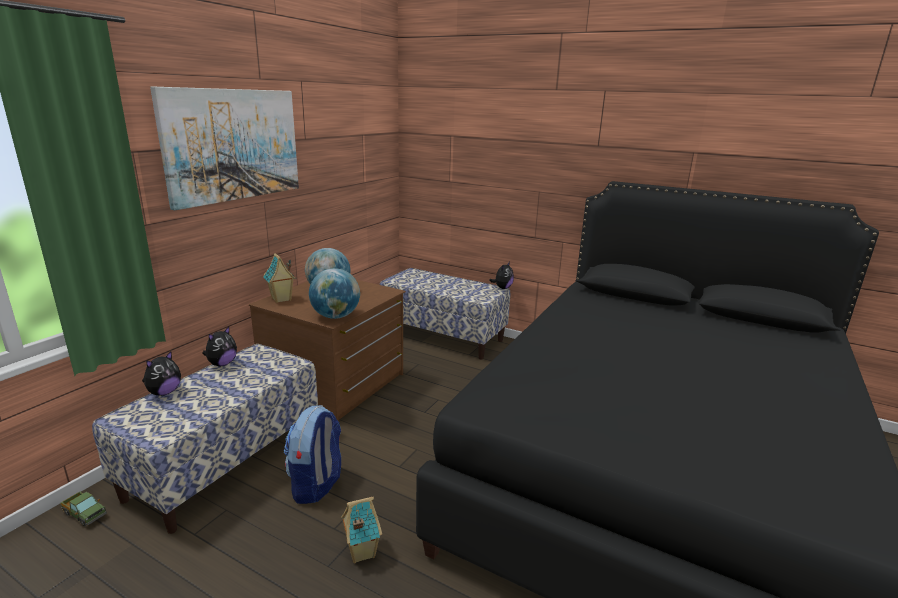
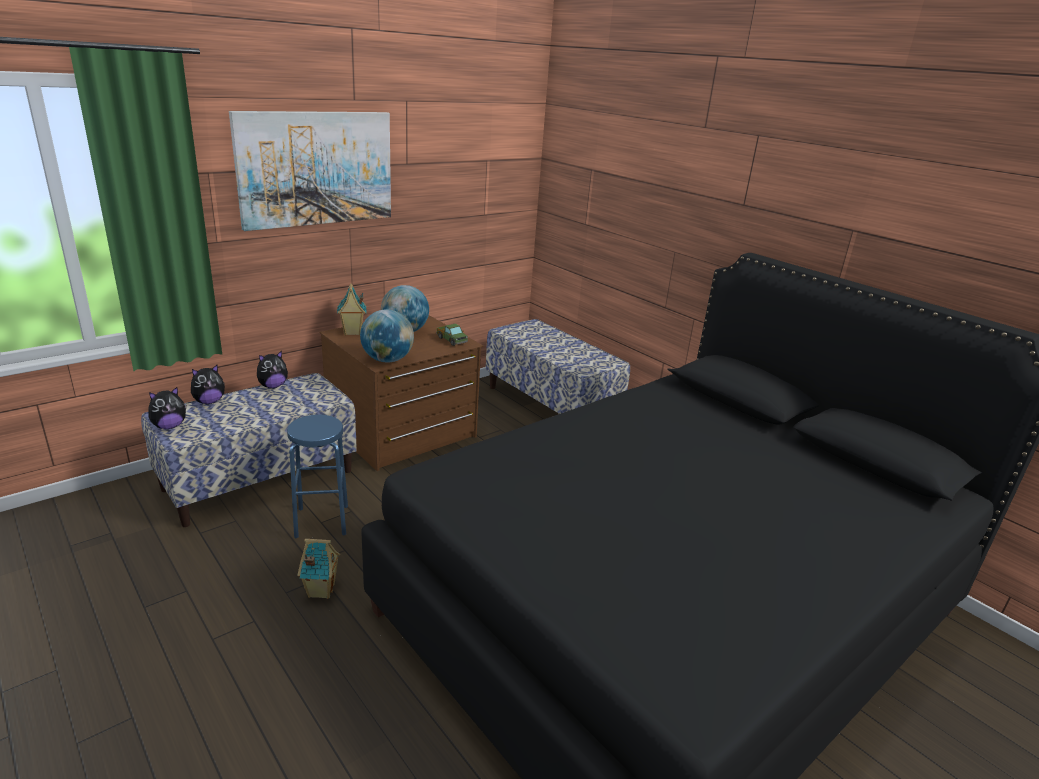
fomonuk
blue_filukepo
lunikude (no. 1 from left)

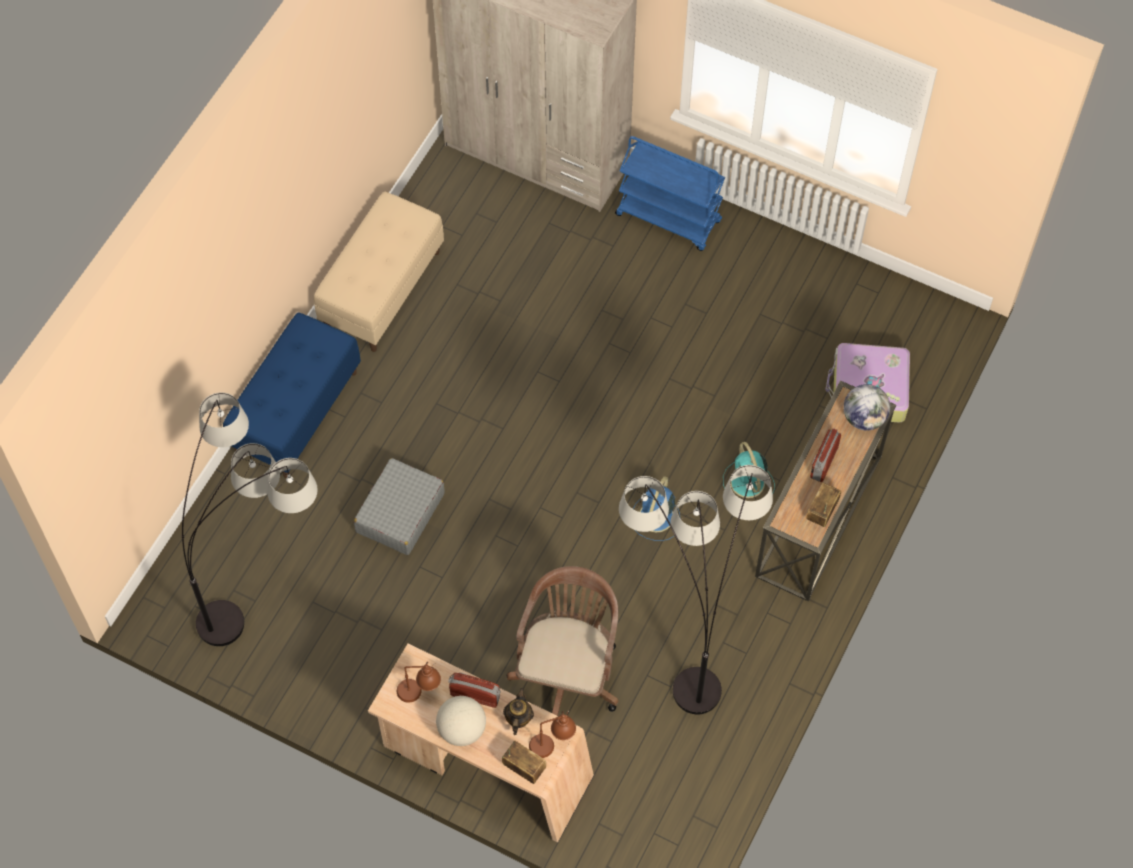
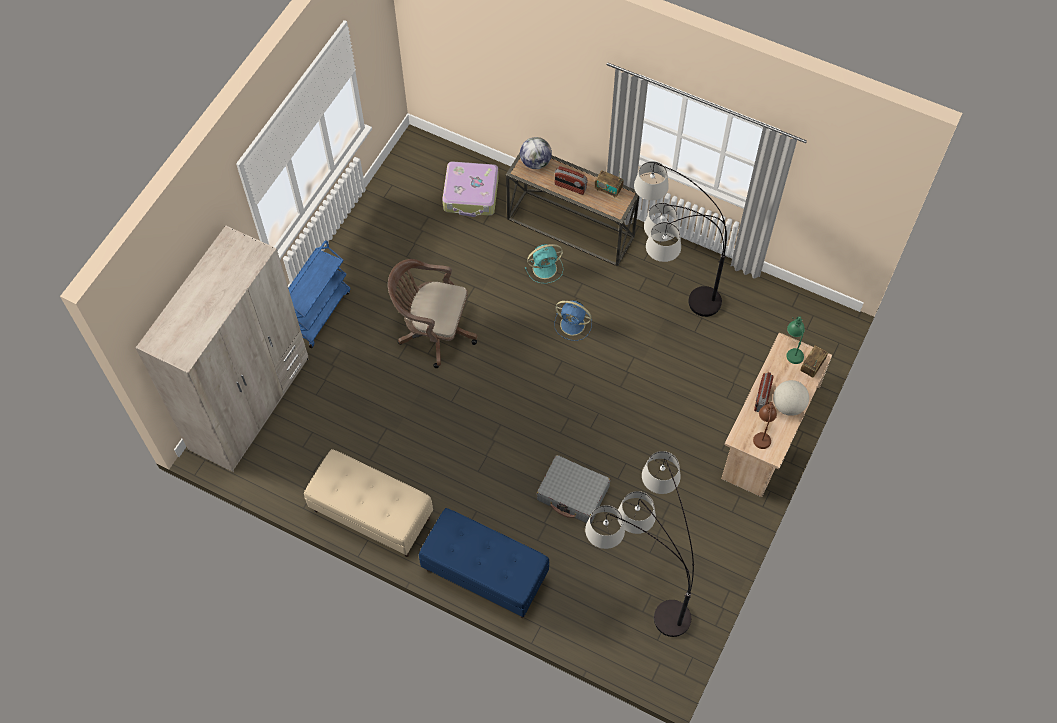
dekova
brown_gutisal
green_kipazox

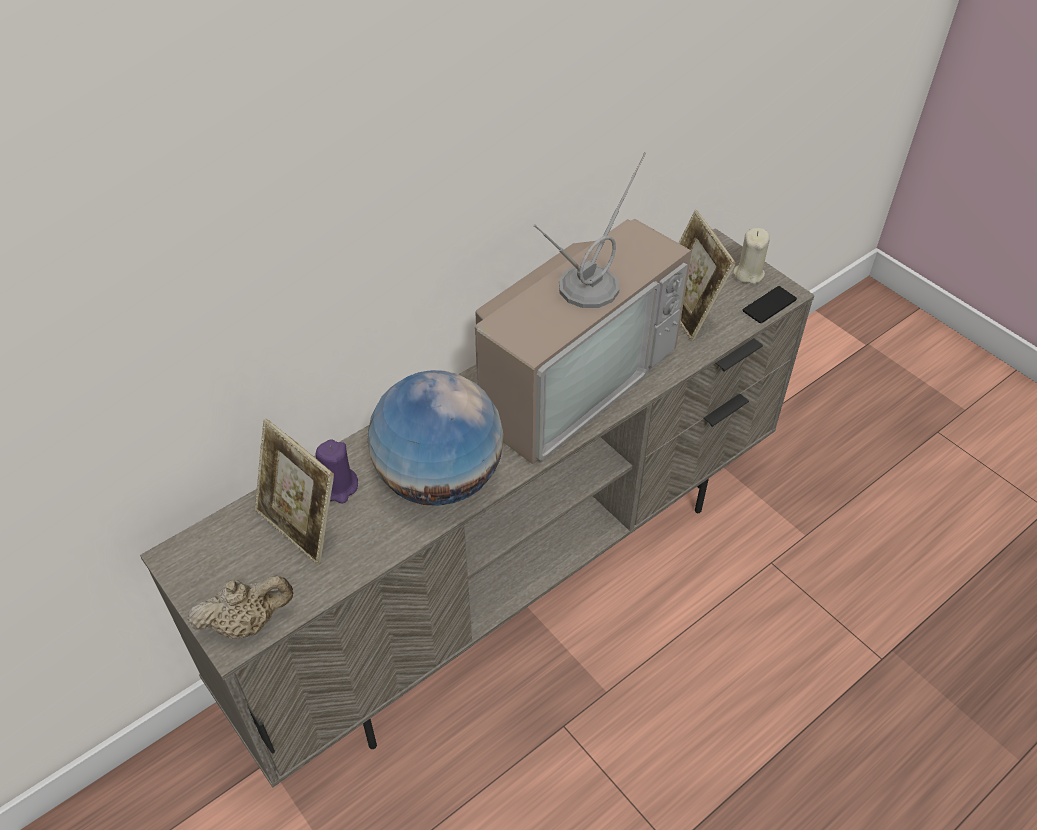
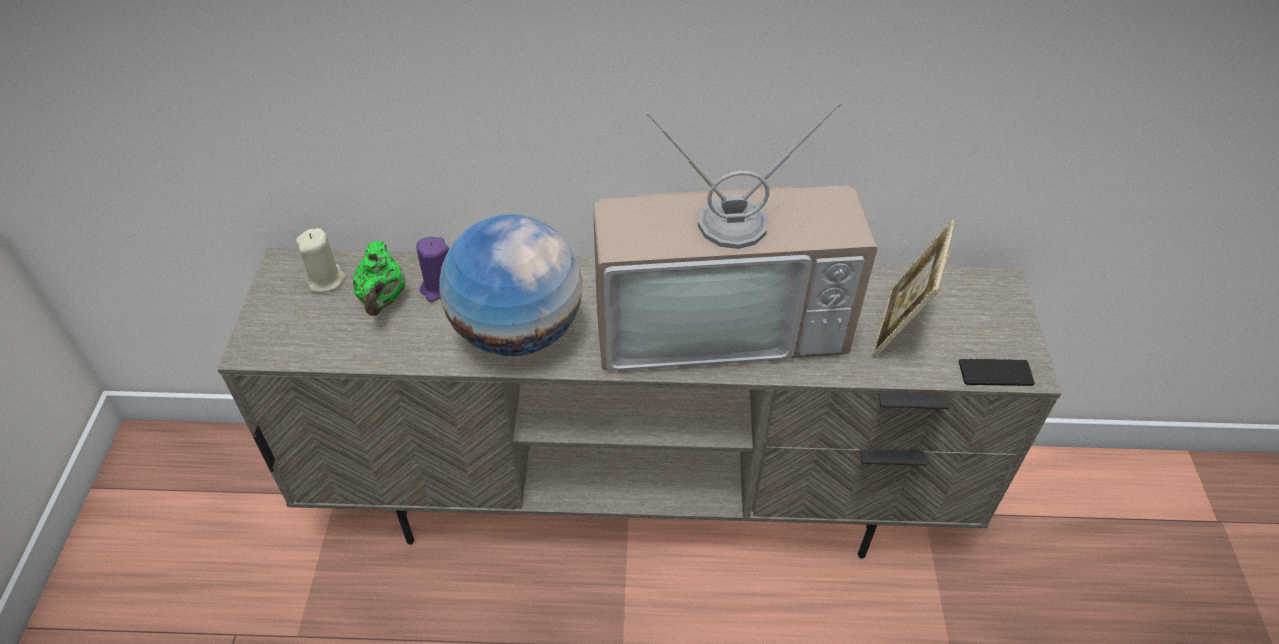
beige_dekova
green_dekova
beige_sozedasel

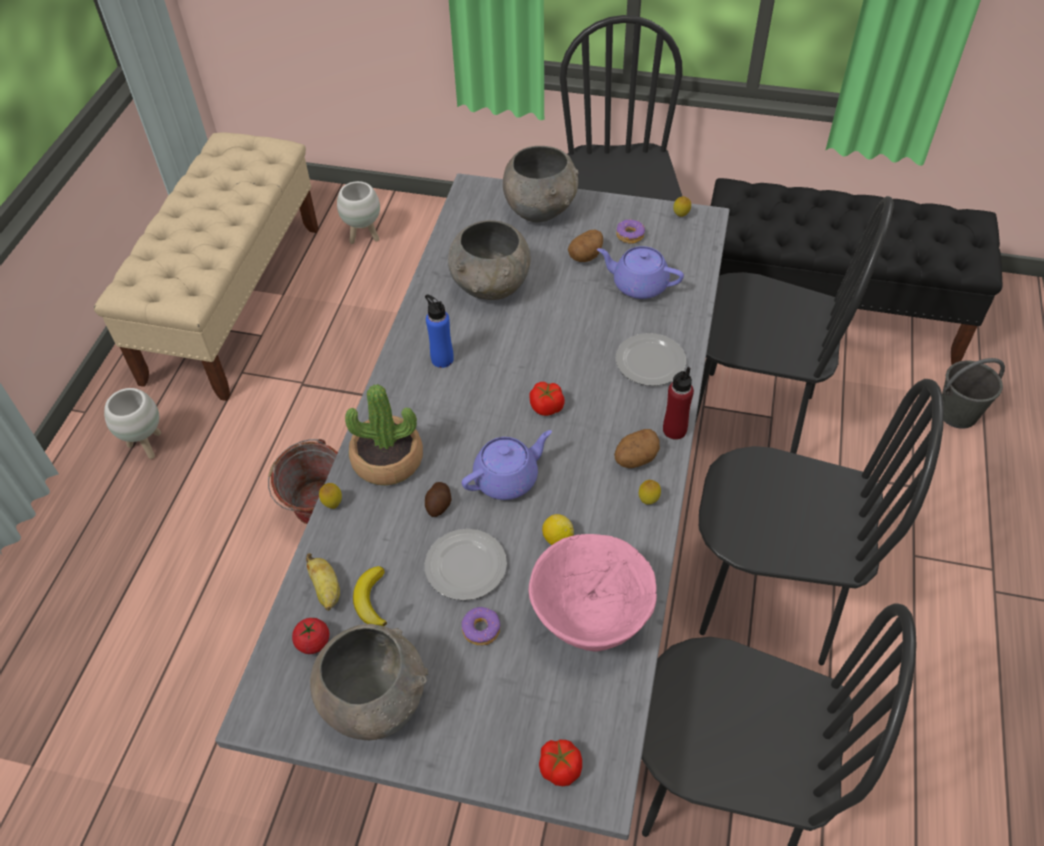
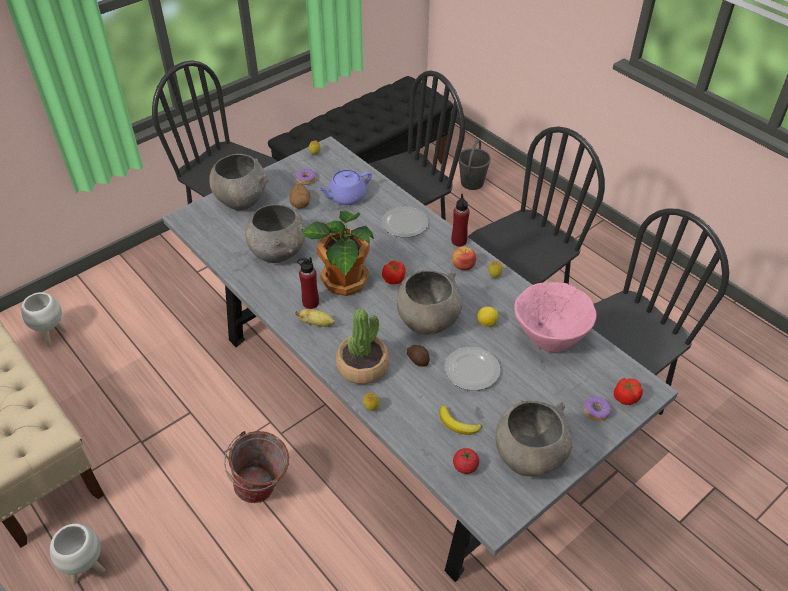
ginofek (no. 1 from left)
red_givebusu (no. 1 from left)
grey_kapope (no. 3 from left)
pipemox (no. 2 from left)
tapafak
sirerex (no. 1 from left)

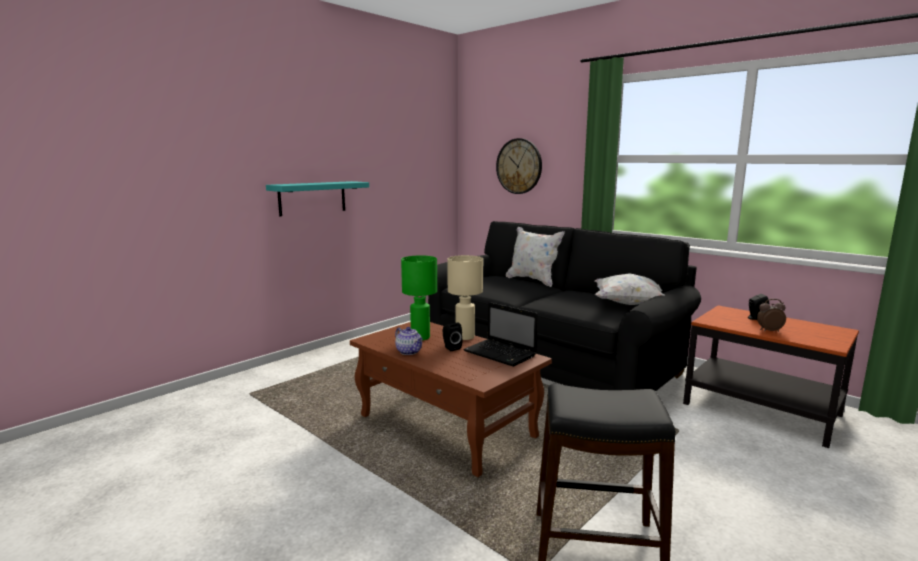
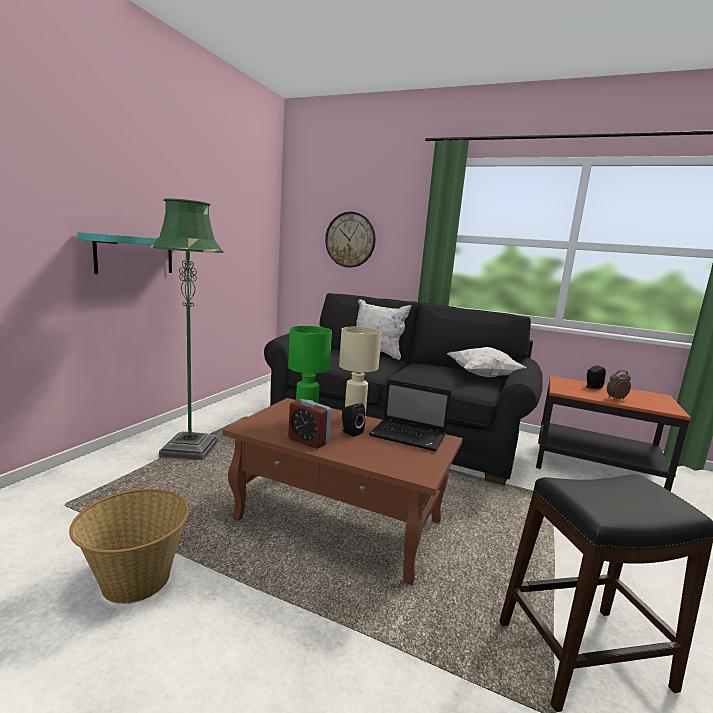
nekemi (no. 1 from left)
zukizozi
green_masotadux

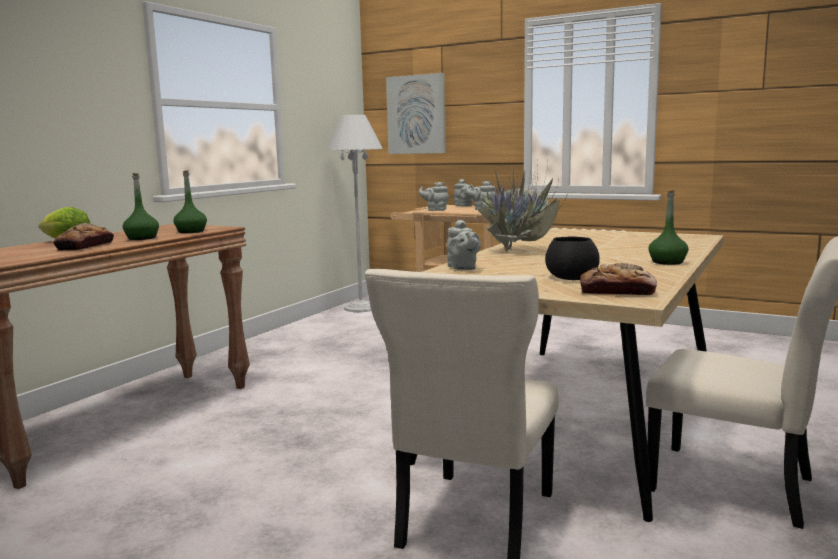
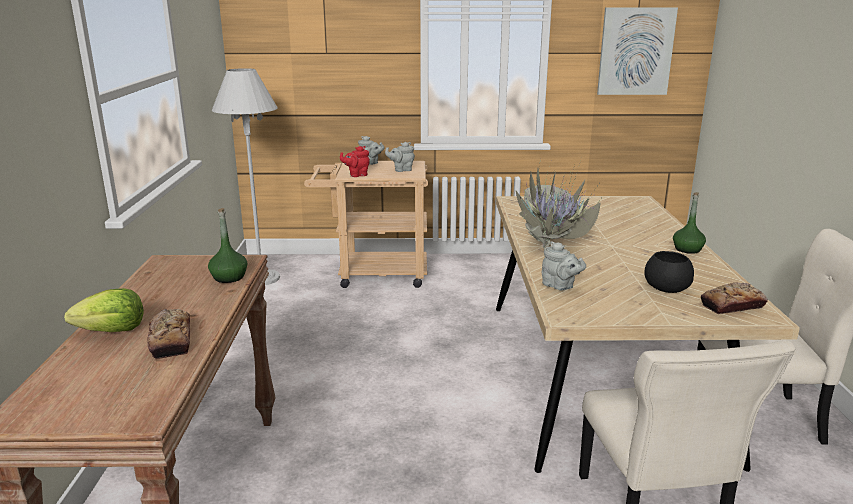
green_givebusu (no. 1 from left in the first image)
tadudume
red_dekova

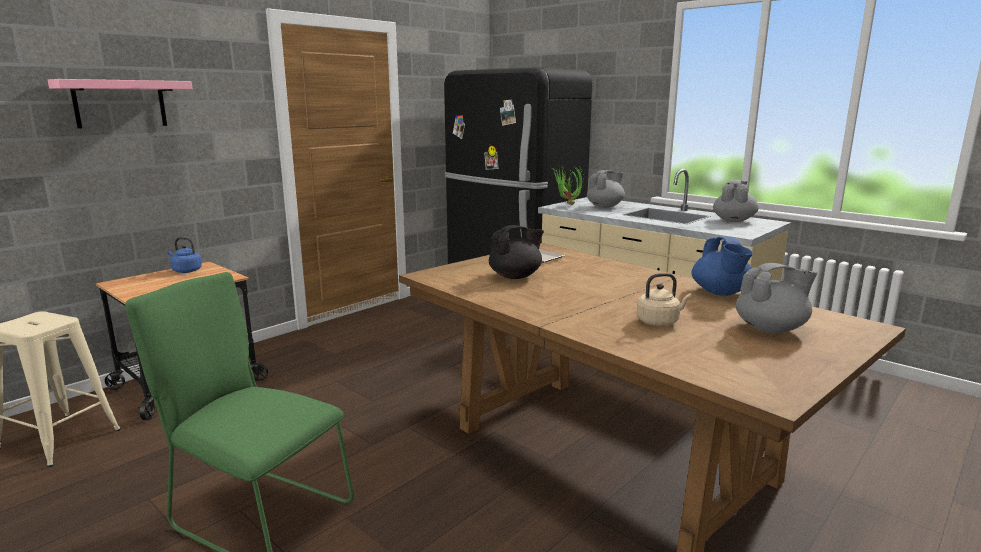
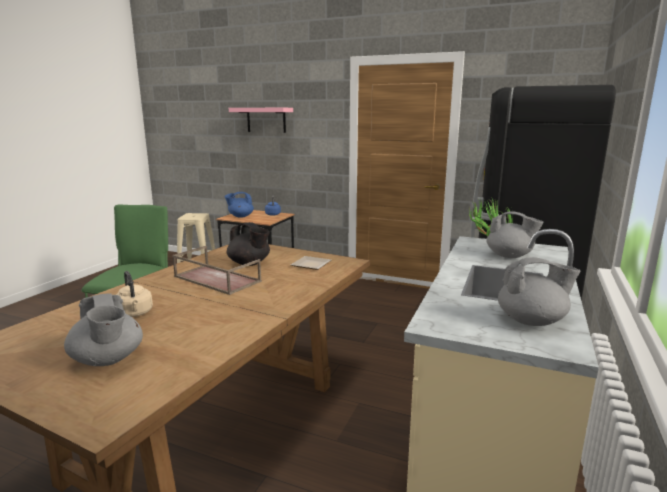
blue_dekova
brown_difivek

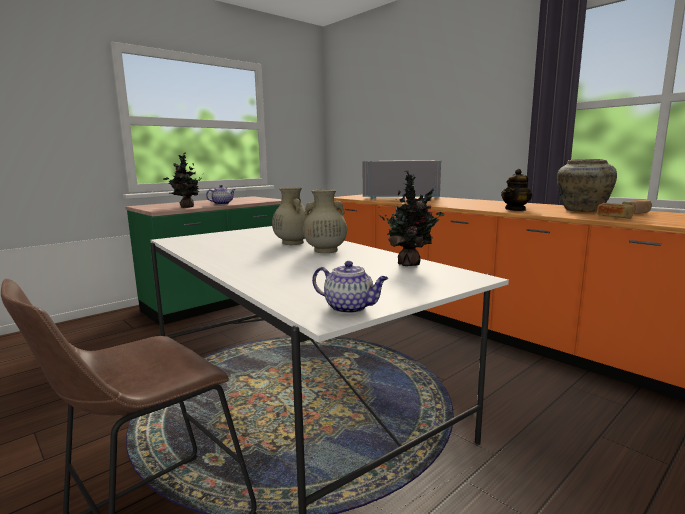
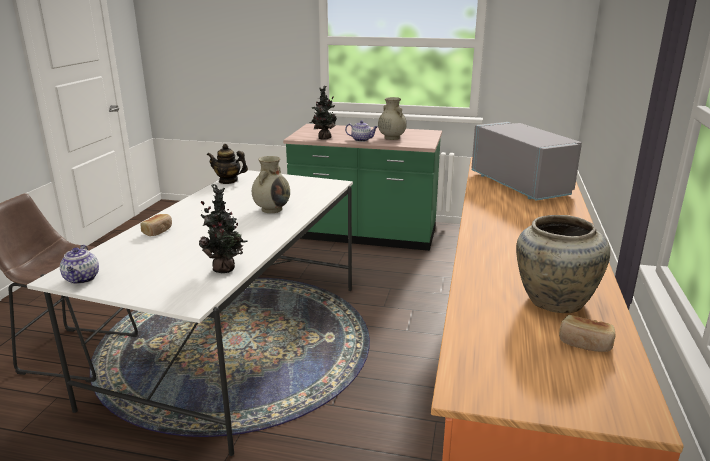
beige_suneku (no. 2 from left)
dekova (no. 2 from left)
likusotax (no. 1 from left)

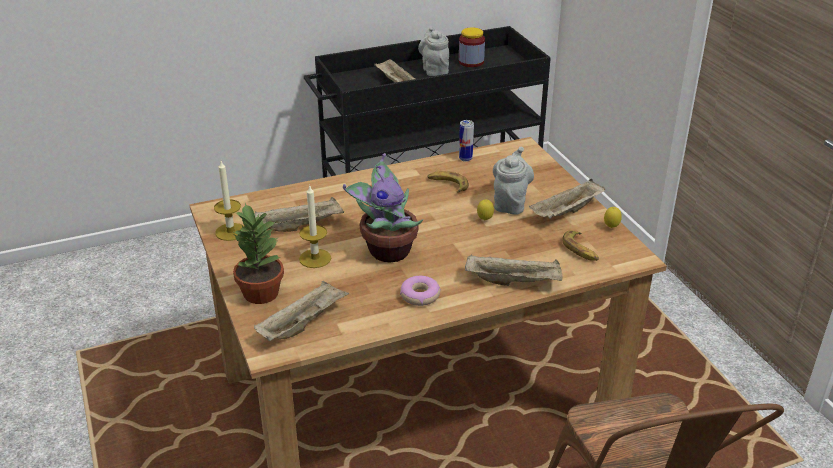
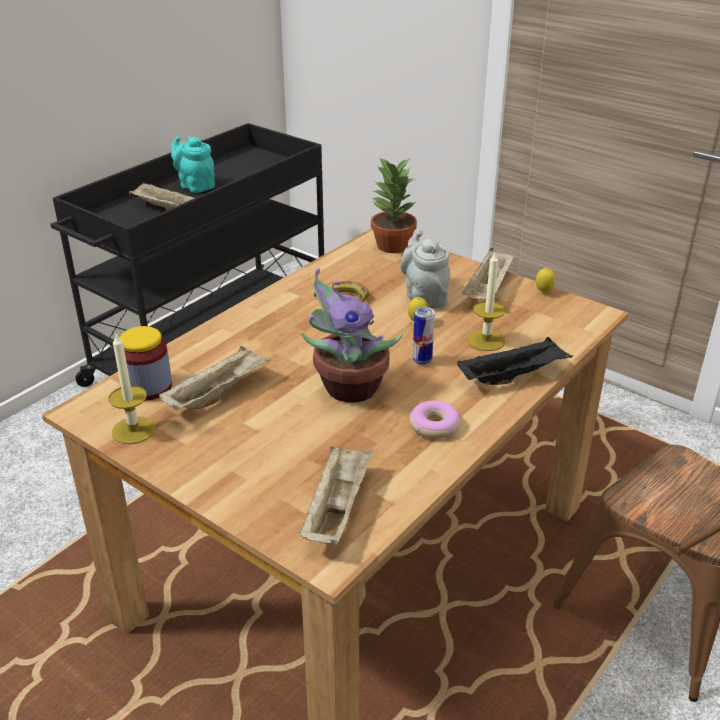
sirerex (no. 2 from left)
sozedasel (no. 2 from left)
turquoise_dekova
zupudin
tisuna
black_difivek
ginofek (no. 2 from left in the first image)

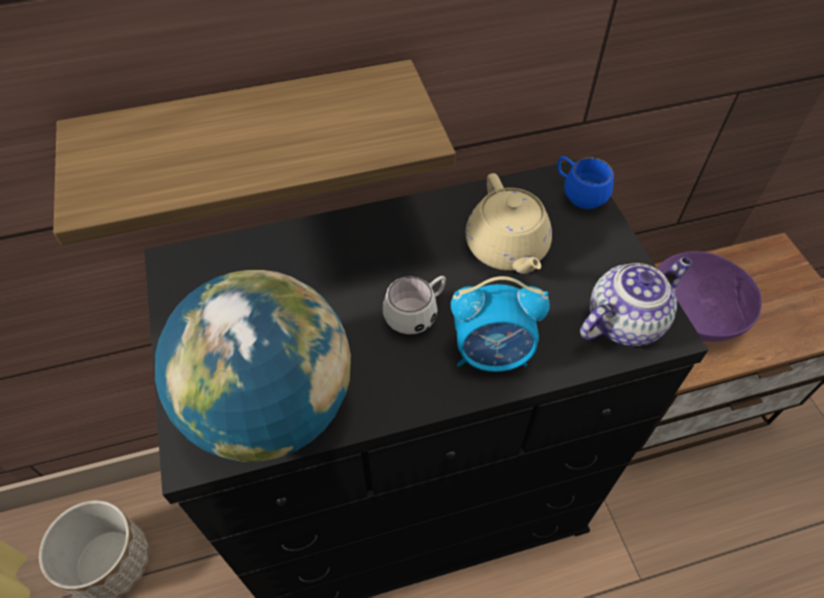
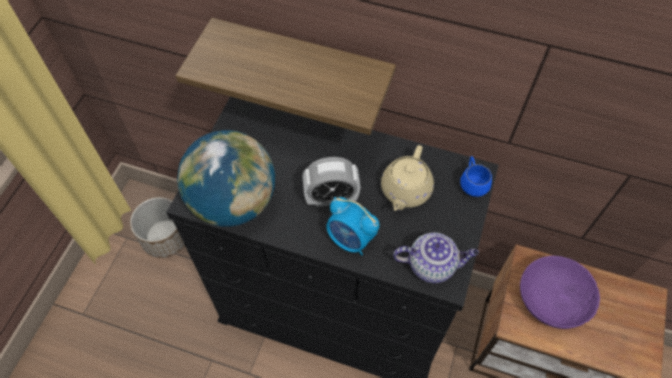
nekemi (no. 1 from left)

